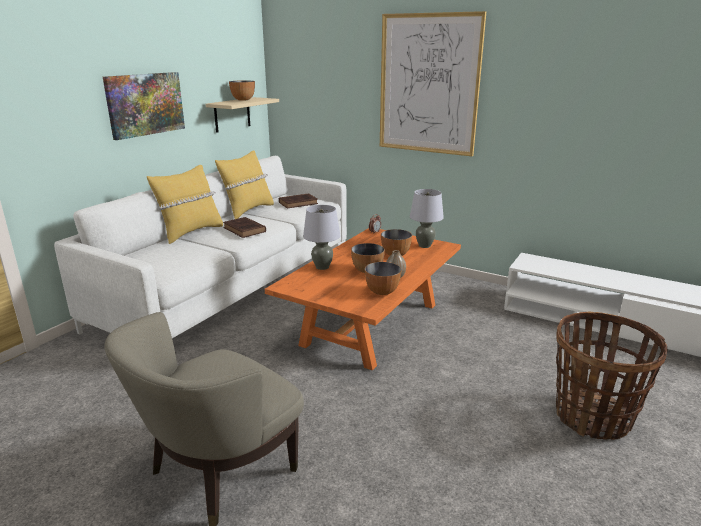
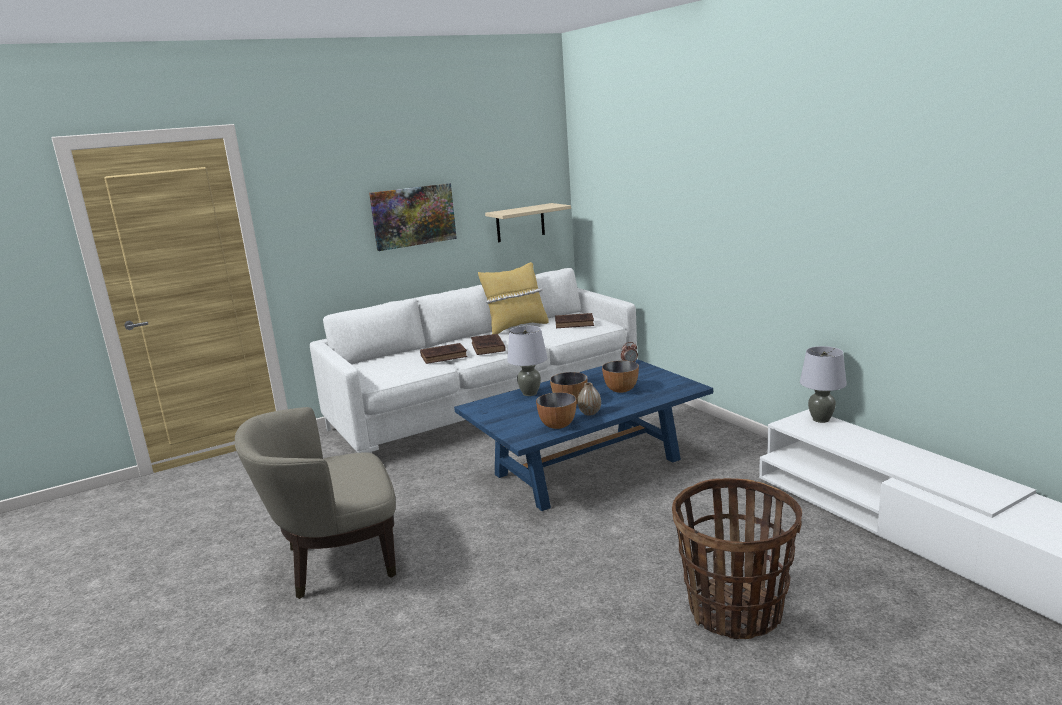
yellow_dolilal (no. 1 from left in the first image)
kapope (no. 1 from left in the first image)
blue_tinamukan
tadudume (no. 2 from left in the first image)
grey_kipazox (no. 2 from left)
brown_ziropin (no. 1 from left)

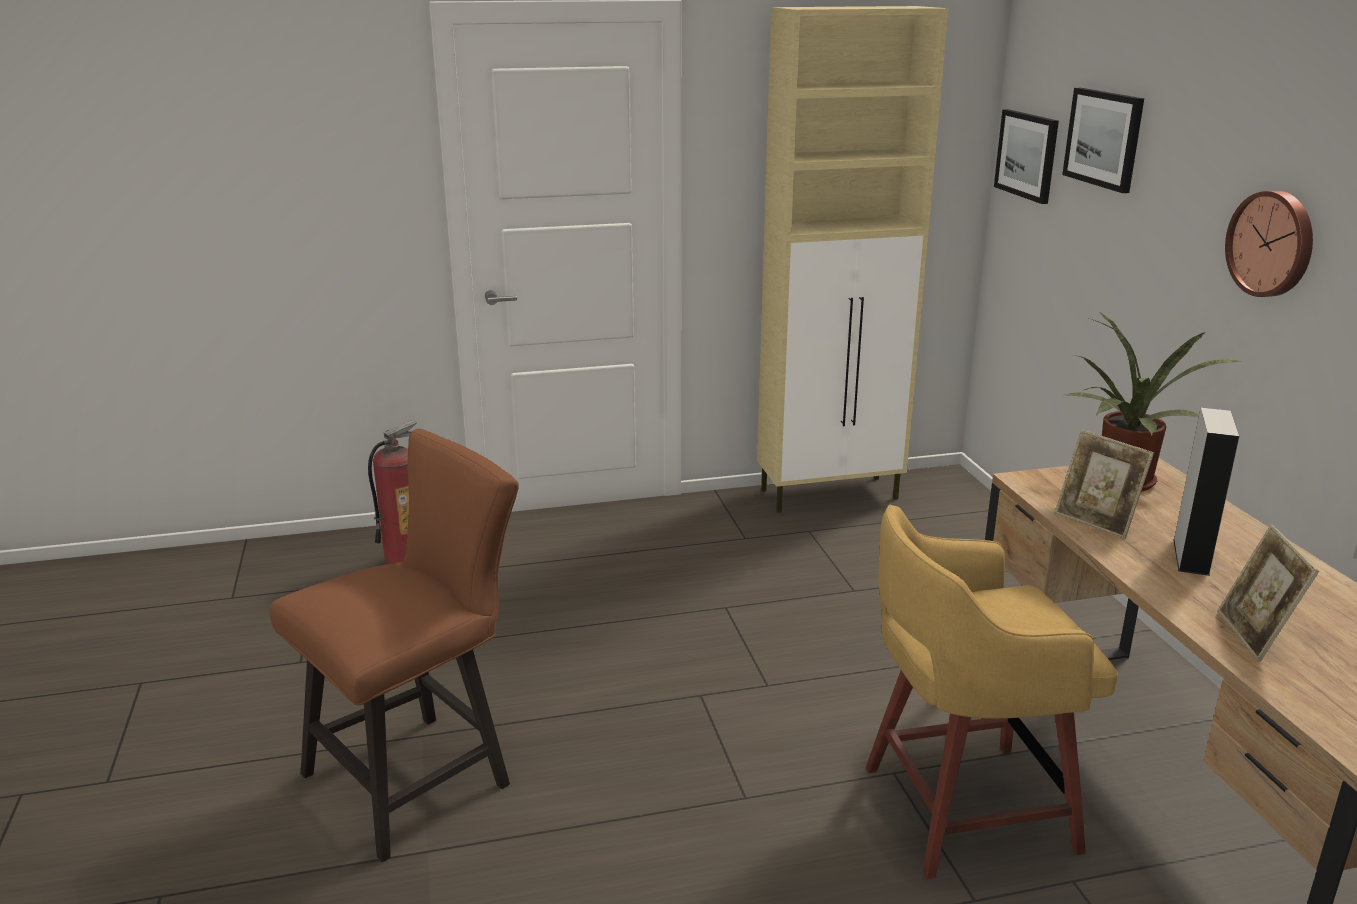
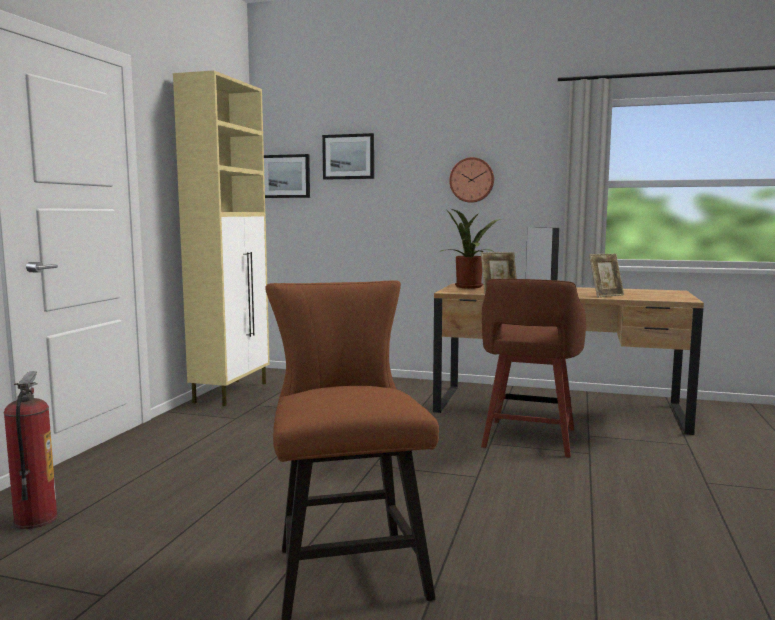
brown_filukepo
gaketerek (no. 2 from left)

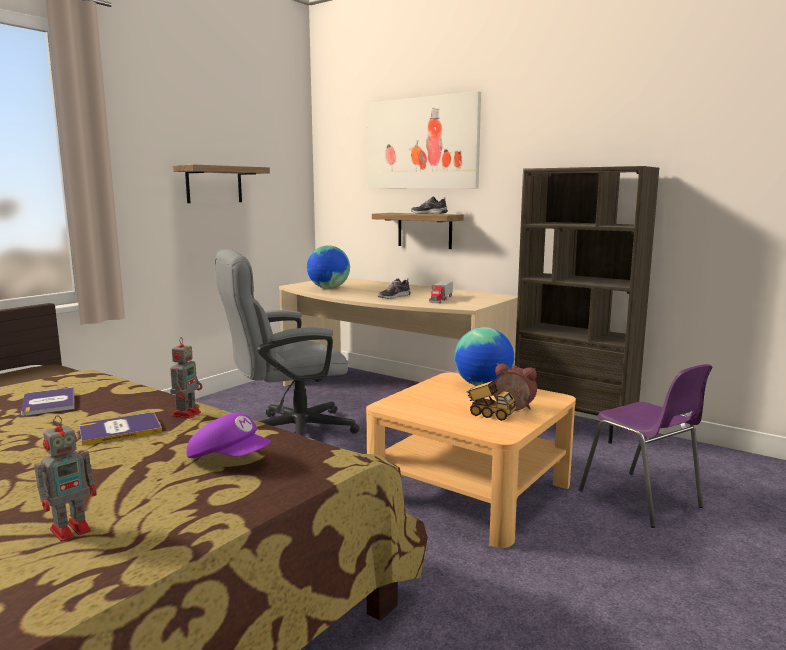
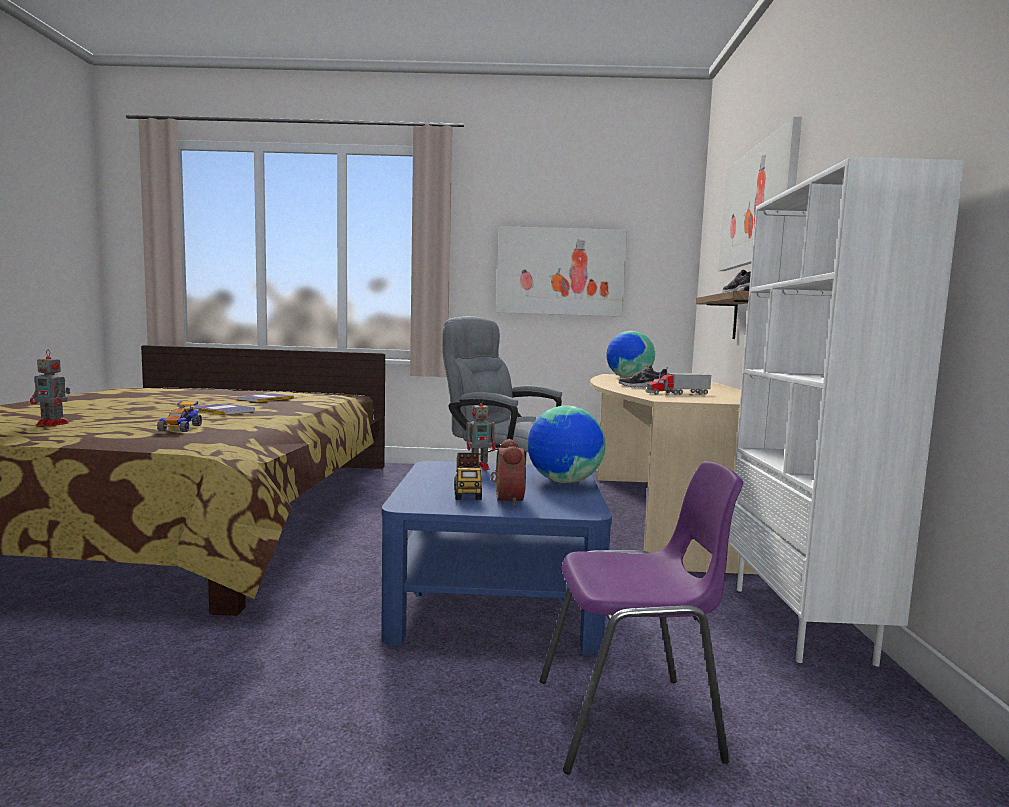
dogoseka (no. 2 from left)
tadudume (no. 1 from left)
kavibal
blue_tinamukan
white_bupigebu
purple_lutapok

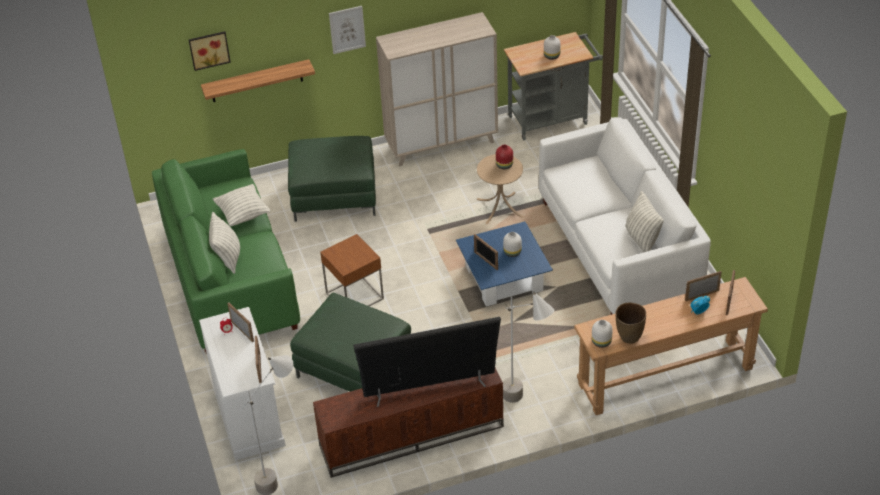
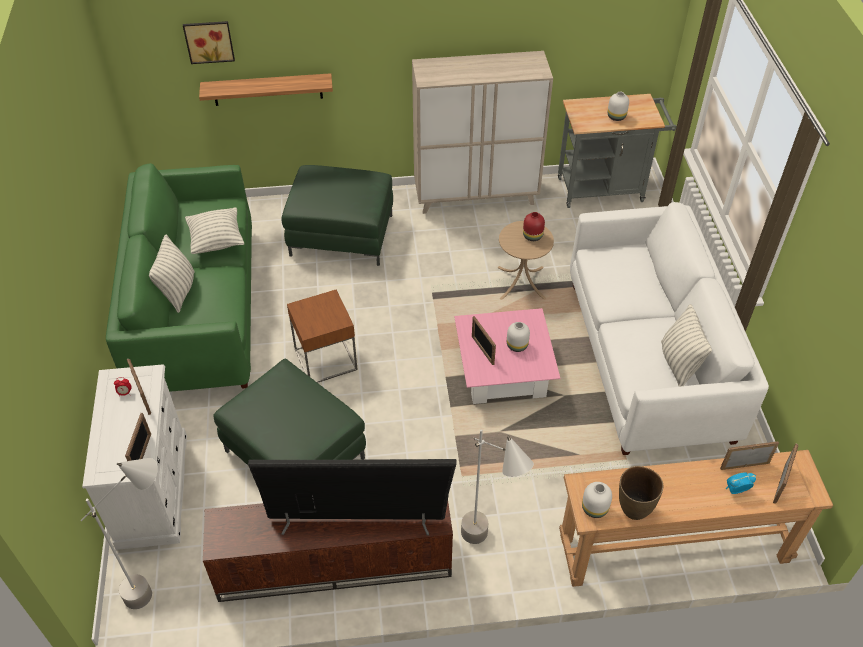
tadudume (no. 2 from left in the first image)
pink_tinamukan

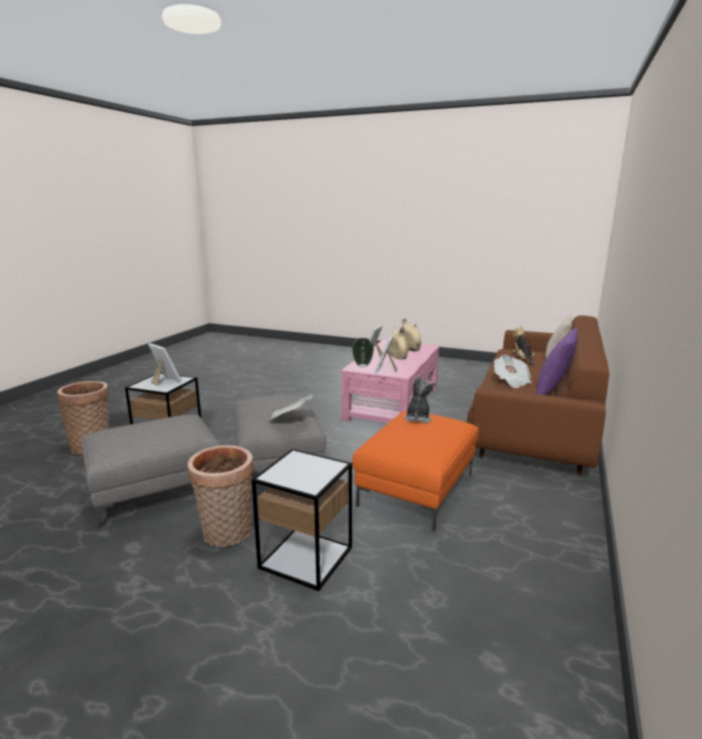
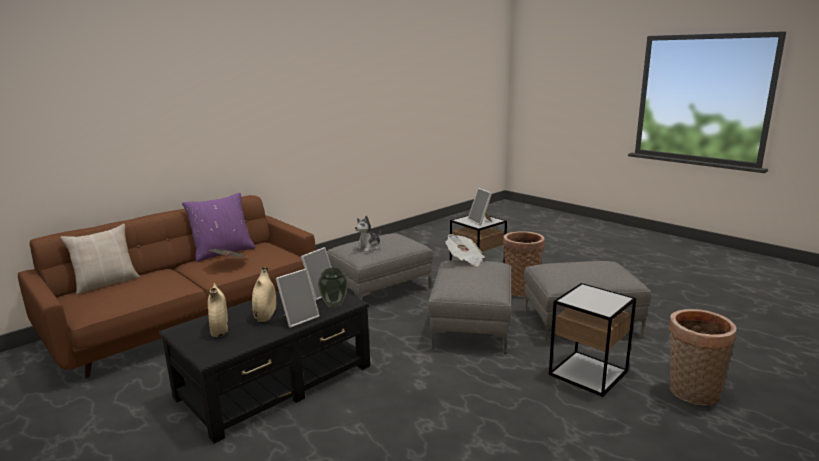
gaketerek (no. 3 from left)
black_tinamukan
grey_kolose (no. 1 from left)
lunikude (no. 2 from left in the first image)

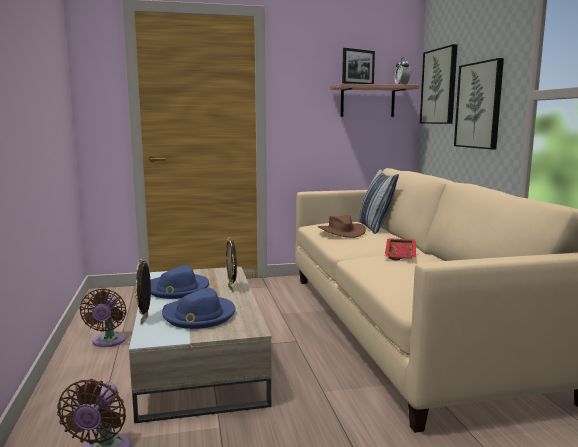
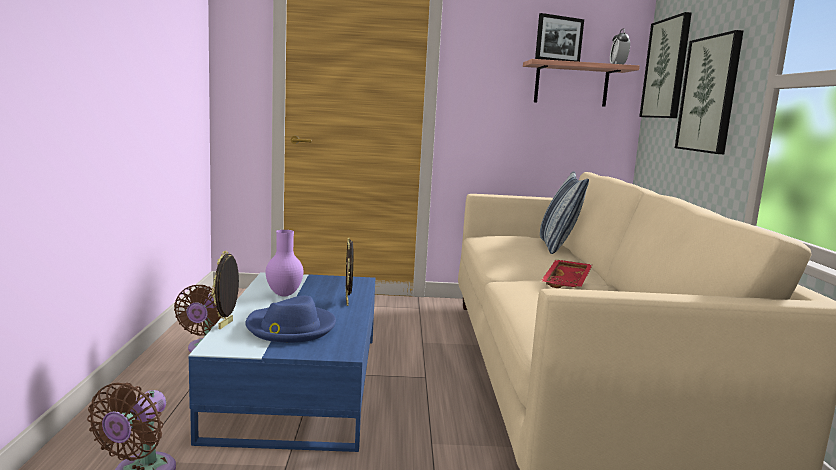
blue_tinamukan
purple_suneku
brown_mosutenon

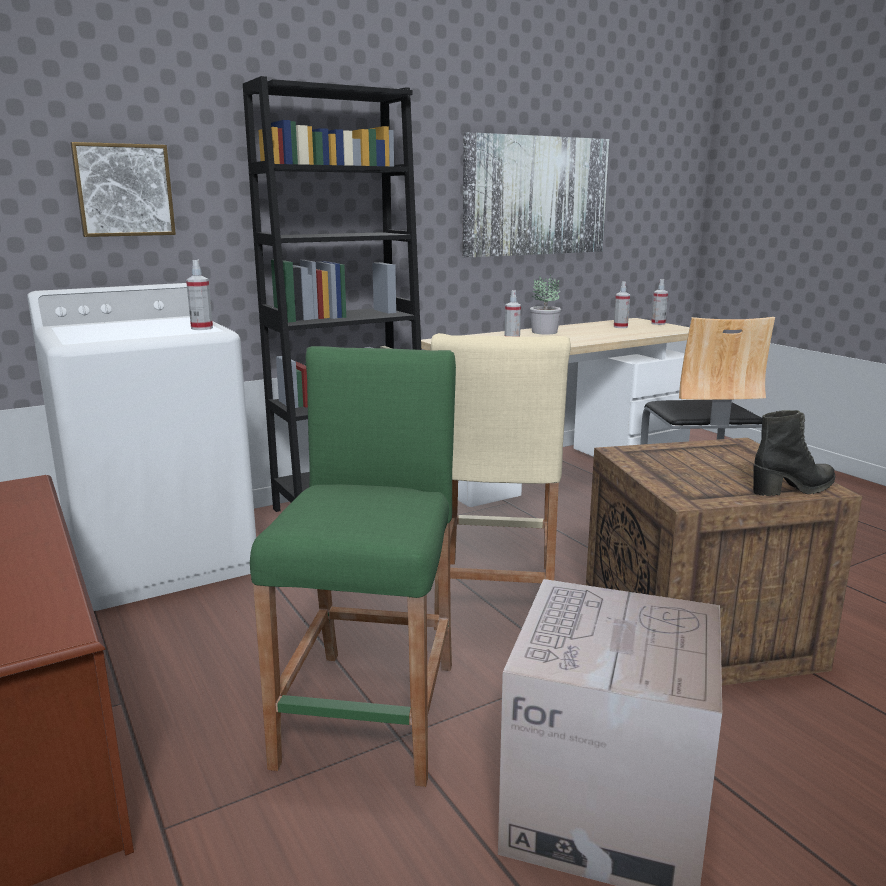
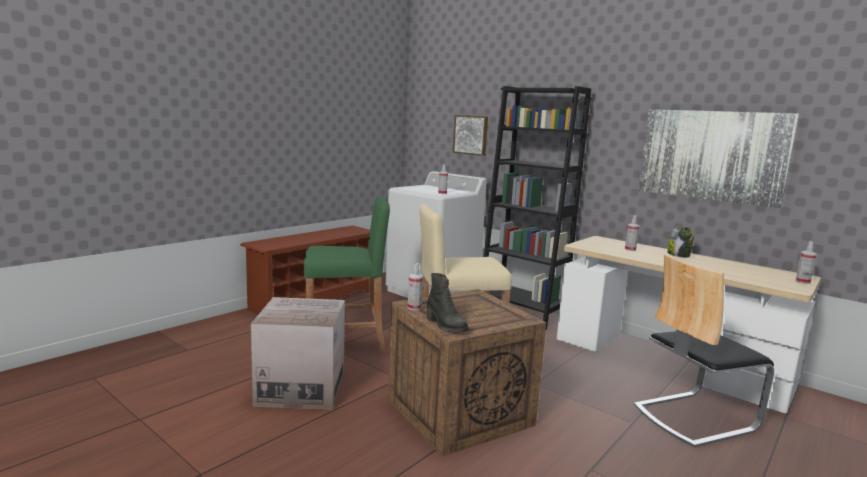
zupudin
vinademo (no. 1 from left)

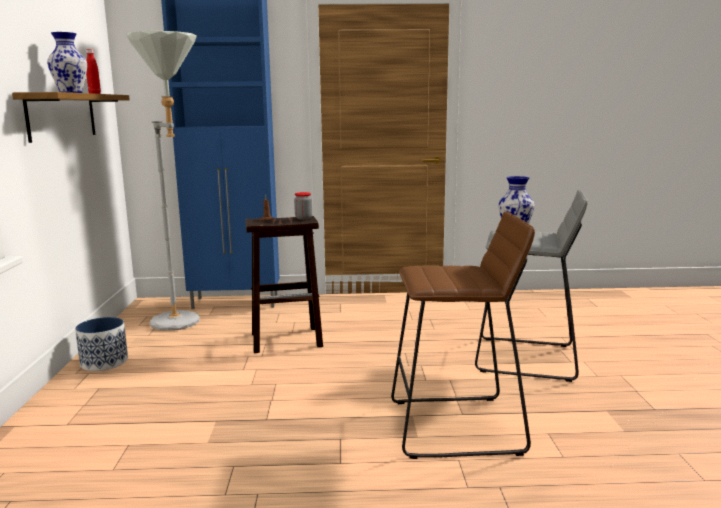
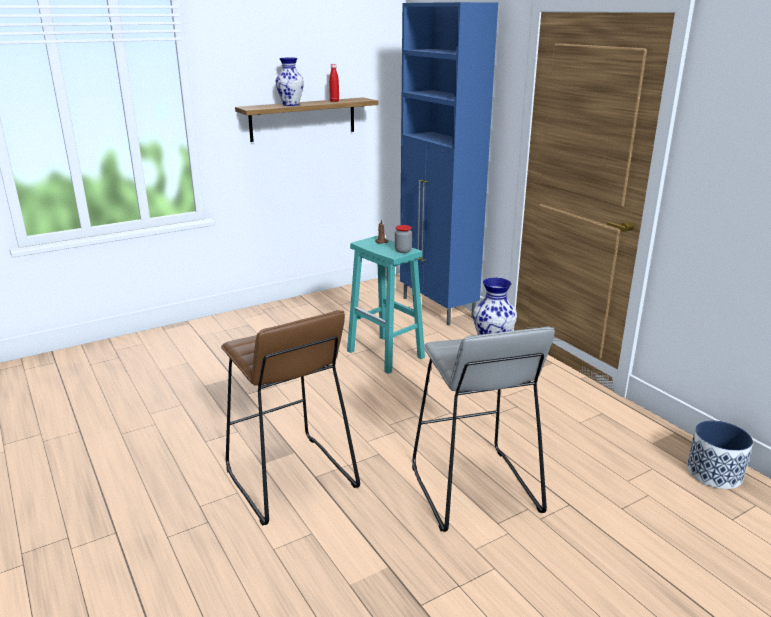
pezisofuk
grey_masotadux
turquoise_filukepo

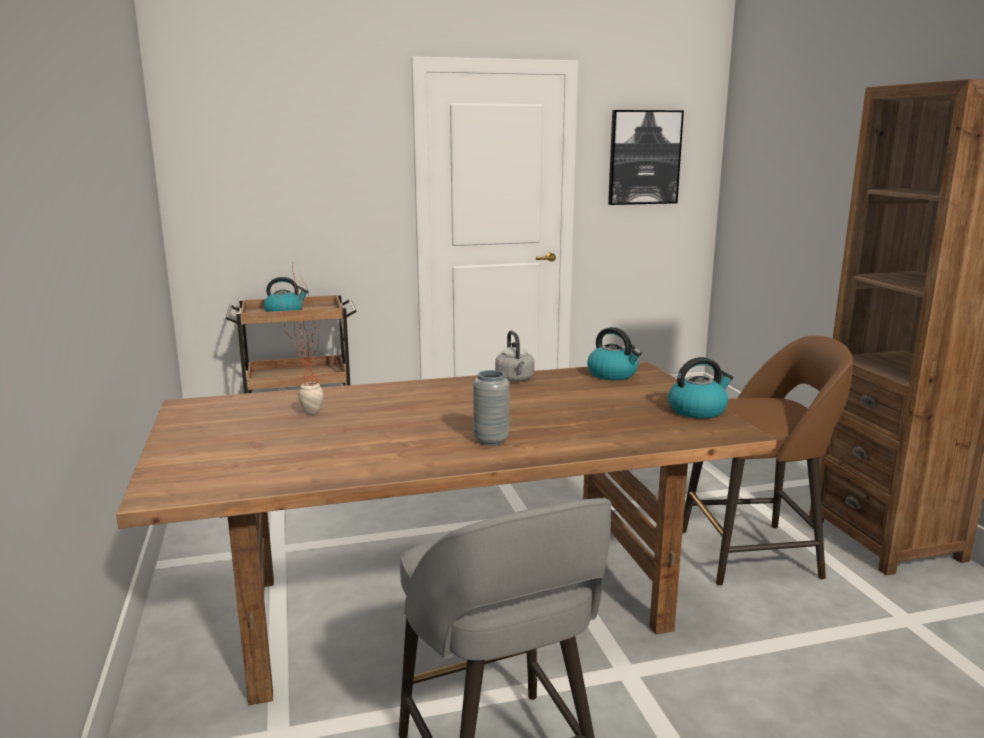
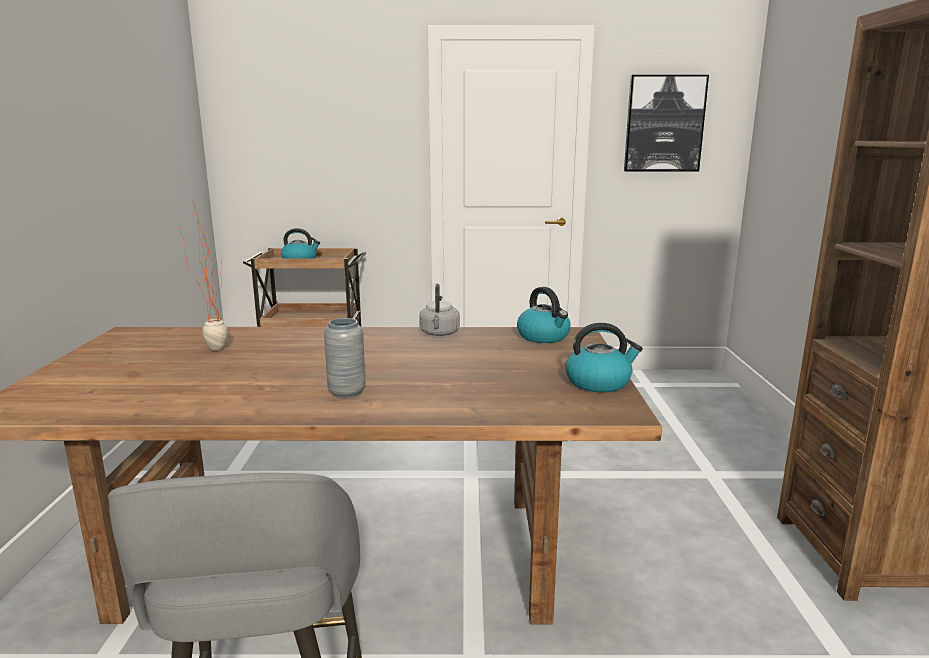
brown_filukepo

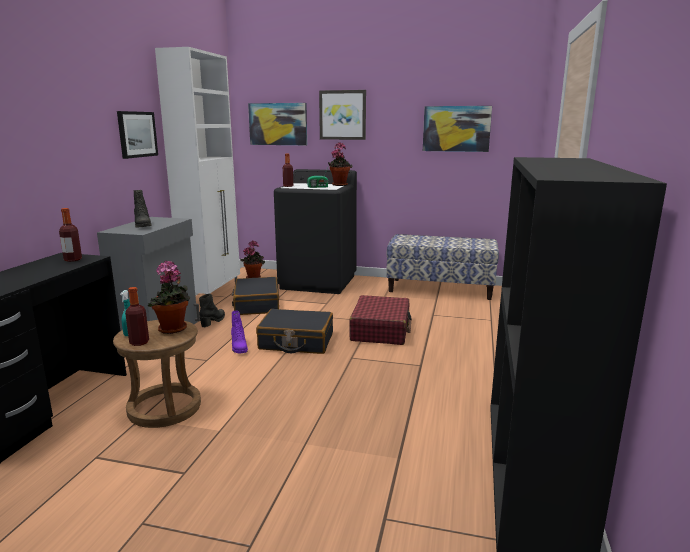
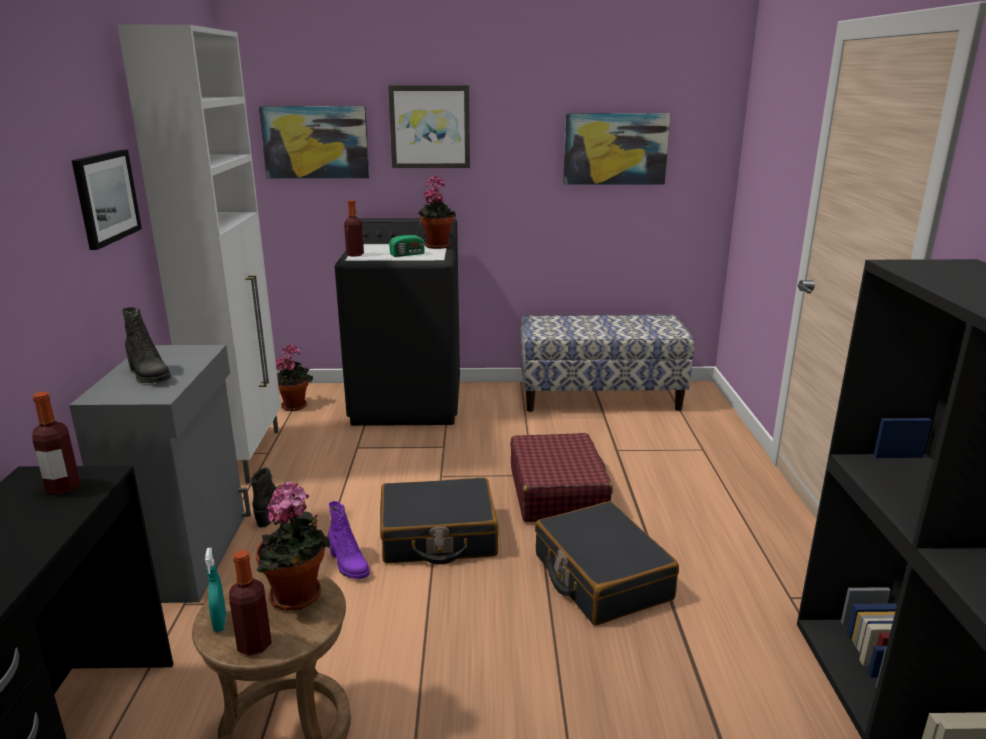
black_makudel (no. 2 from left)

